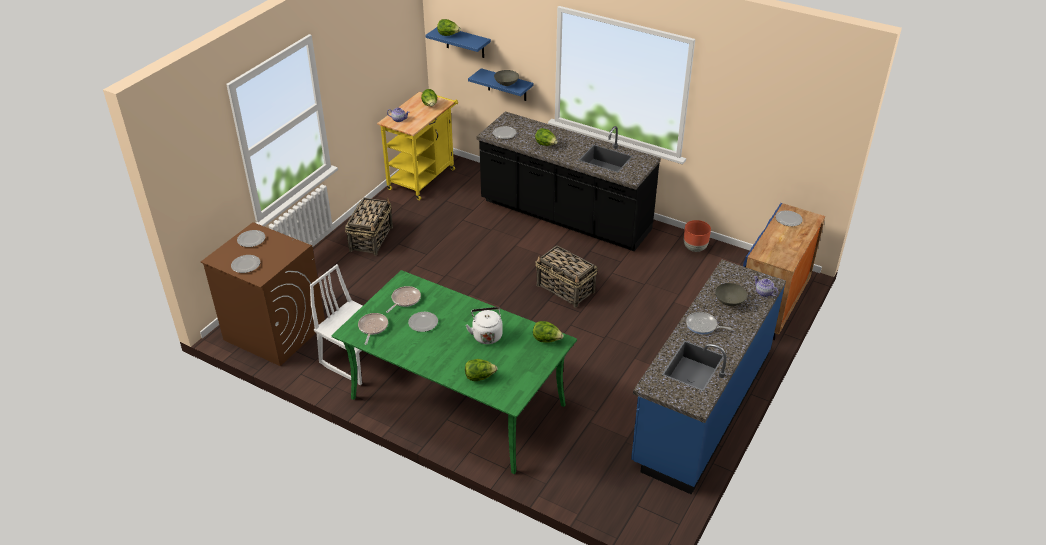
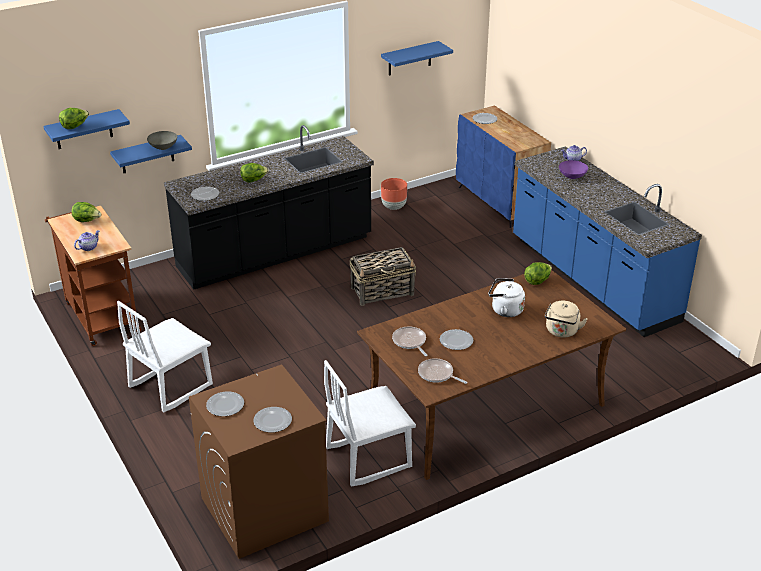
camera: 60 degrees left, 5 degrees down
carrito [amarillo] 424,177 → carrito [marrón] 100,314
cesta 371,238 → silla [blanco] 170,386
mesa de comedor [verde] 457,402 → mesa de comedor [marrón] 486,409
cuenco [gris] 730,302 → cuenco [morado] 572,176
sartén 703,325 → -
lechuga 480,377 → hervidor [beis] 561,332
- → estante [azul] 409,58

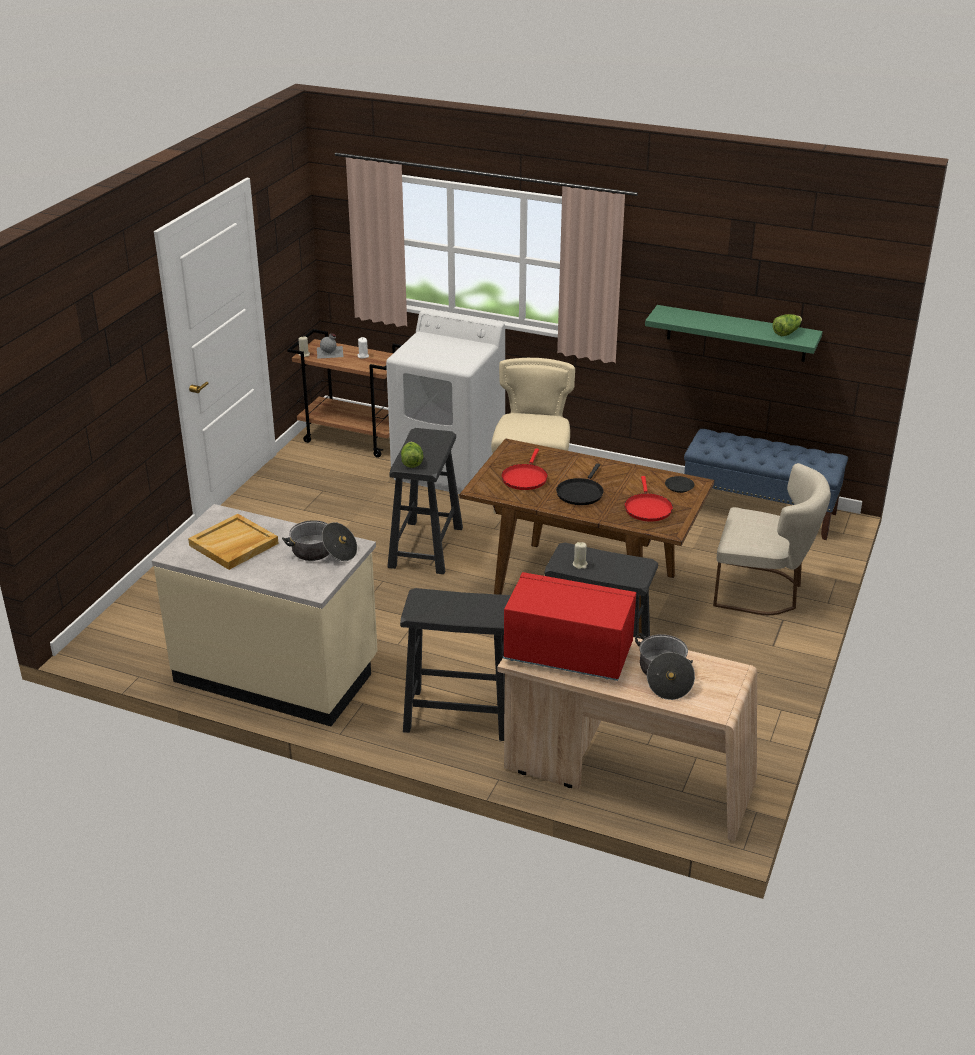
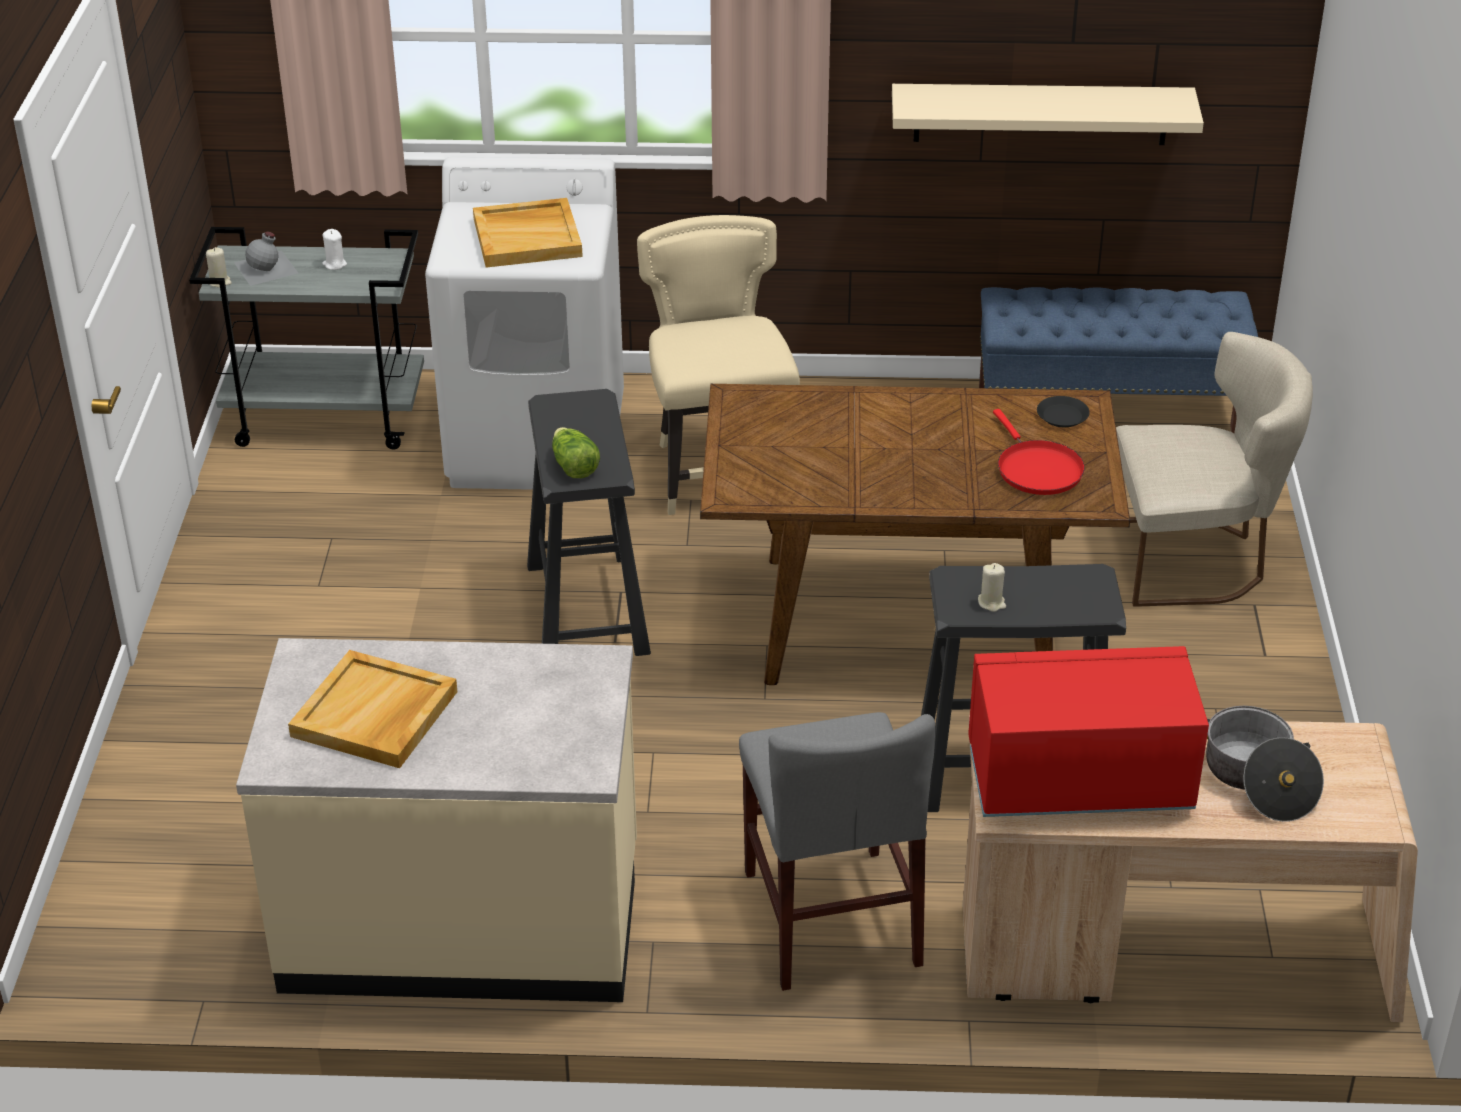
camera: 20 degrees left, 5 degrees up
estante [verde] 736,333 → estante [beis] 1040,114
lechuga 786,332 → -
carrito [marrón] 354,438 → carrito [gris] 328,419
sartén [rojo] 525,478 → -
sartén [negro] 580,493 → -
olla 322,552 → -
taburete [negro] 458,714 → silla [gris] 831,917
- → bandeja [beis] 528,237

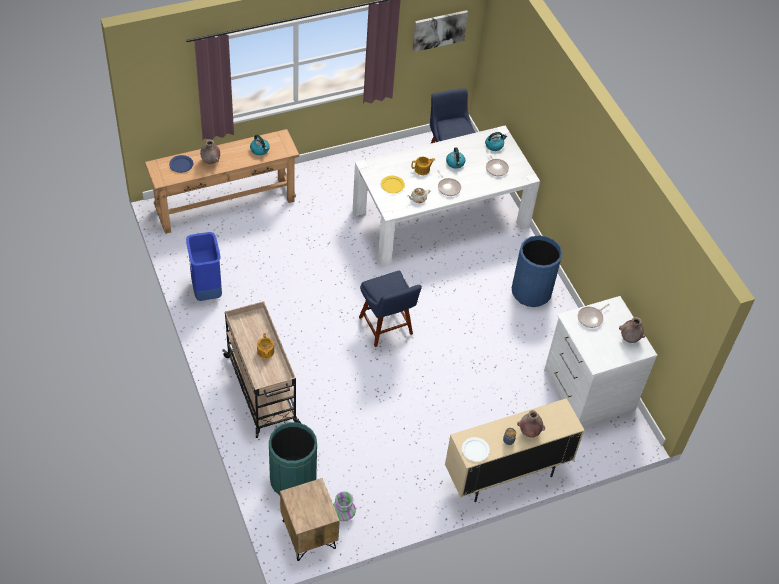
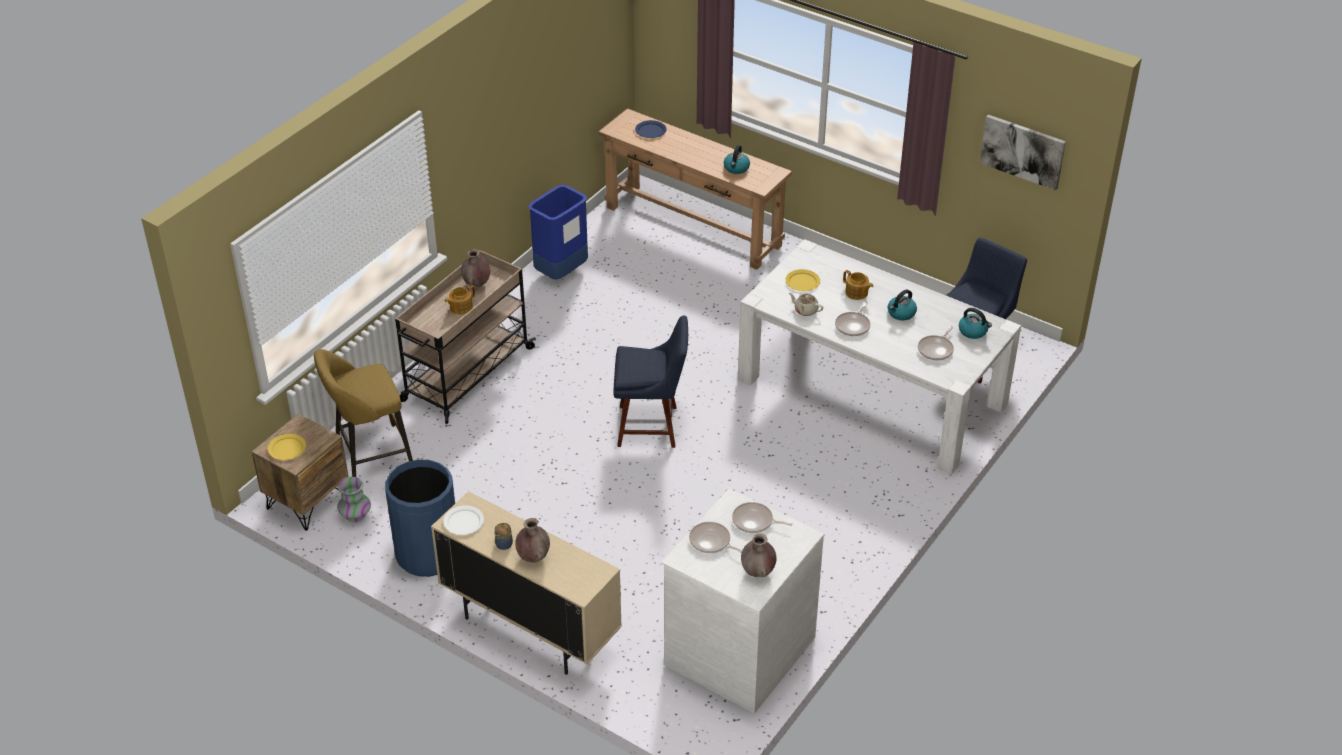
camera: 60 degrees right, 10 degrees down
florero [marrón] 211,161 → florero [marrón] 476,284, move
papelera [azul] 531,292 → papelera [azul] 428,554, move
silla [azul] 387,328 → silla [azul] 651,426, 120 degrees counterclockwise
papelera [verde] 292,480 → taburete [amarillo] 369,454
- → plato [amarillo] 287,448
- → sartén 711,542

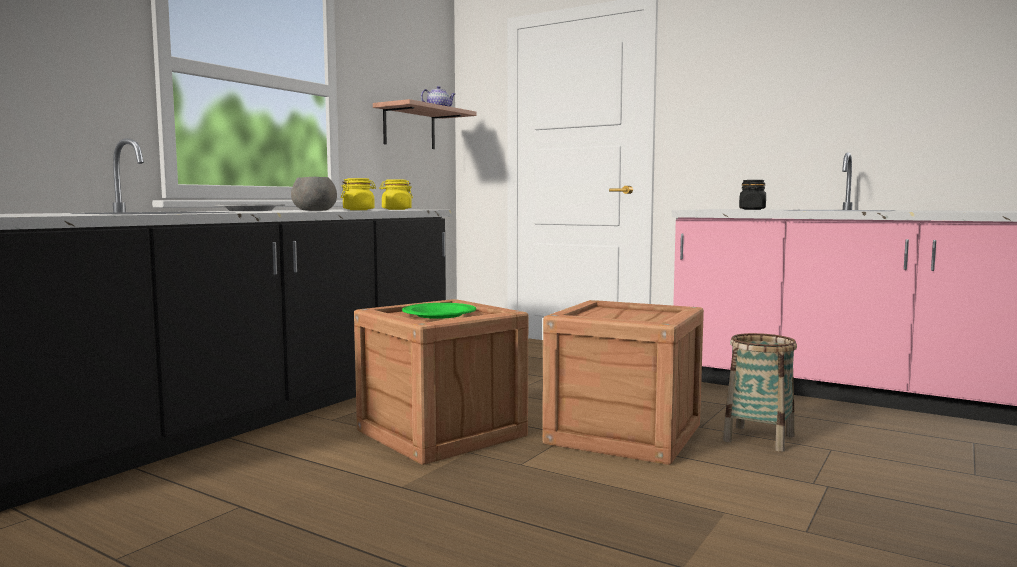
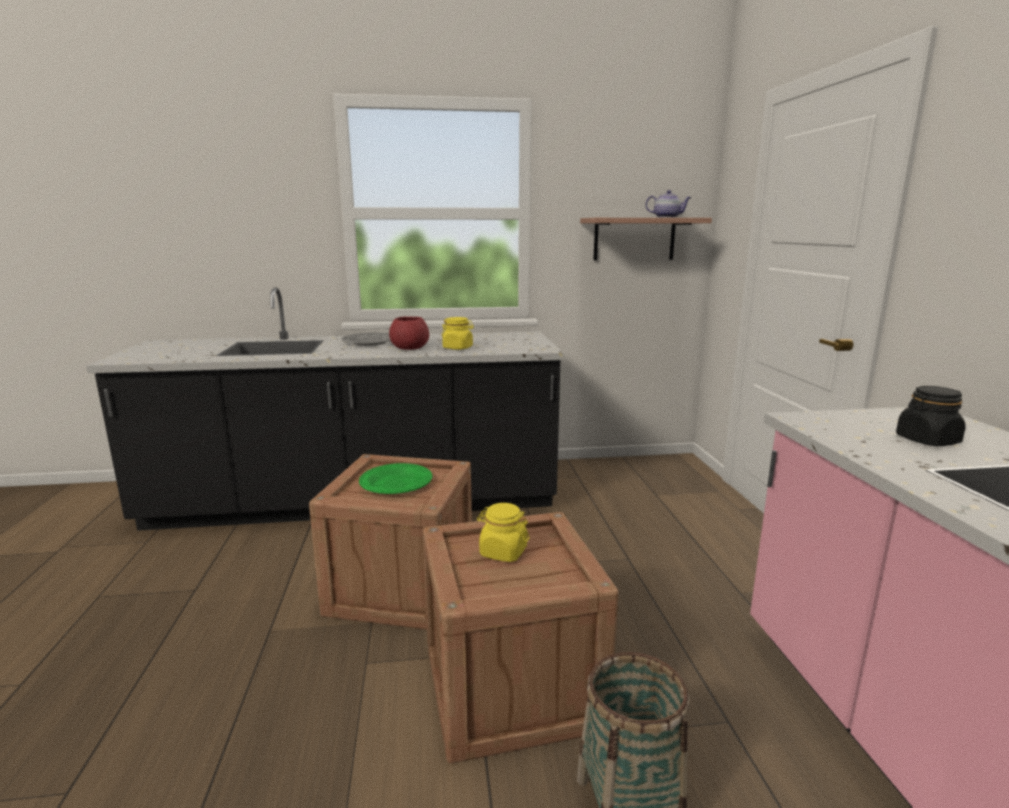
camera: 50 degrees right, 10 degrees up
cuenco [gris] 315,210 → cuenco [rojo] 409,348
tarro [amarillo] 396,209 → tarro [amarillo] 503,552, move

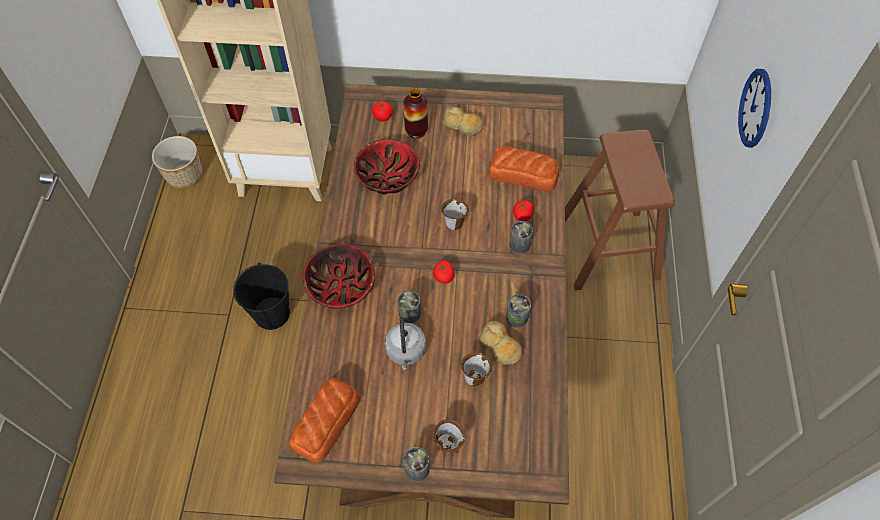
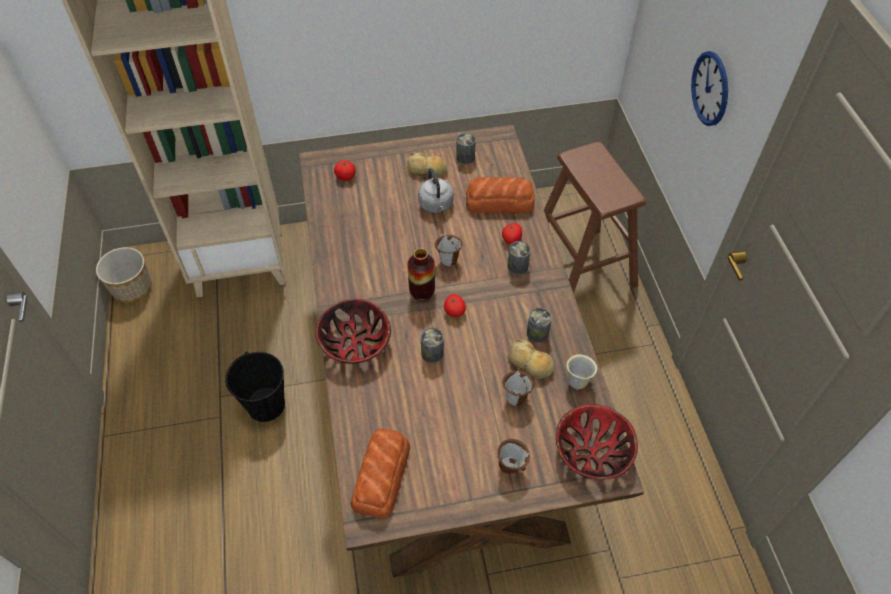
camera: 15 degrees left, 5 degrees down
florero 416,131 → florero 422,292, move
cuenco 387,176 → cuenco 592,451, move
hervidor [gris] 406,352 → hervidor [gris] 436,205, move
lata 417,469 → lata 465,157, move
- → taza grande [beis] 578,381

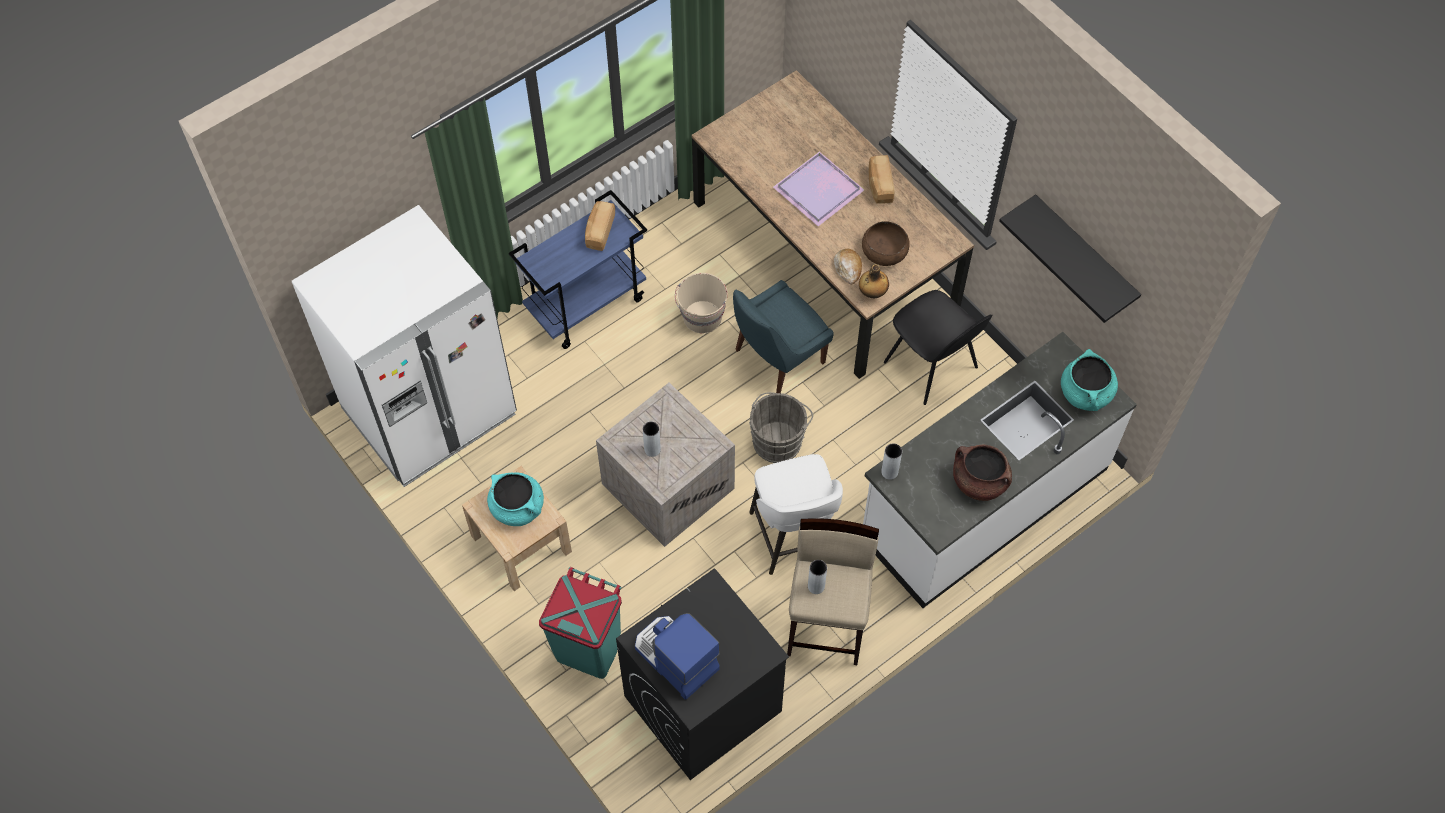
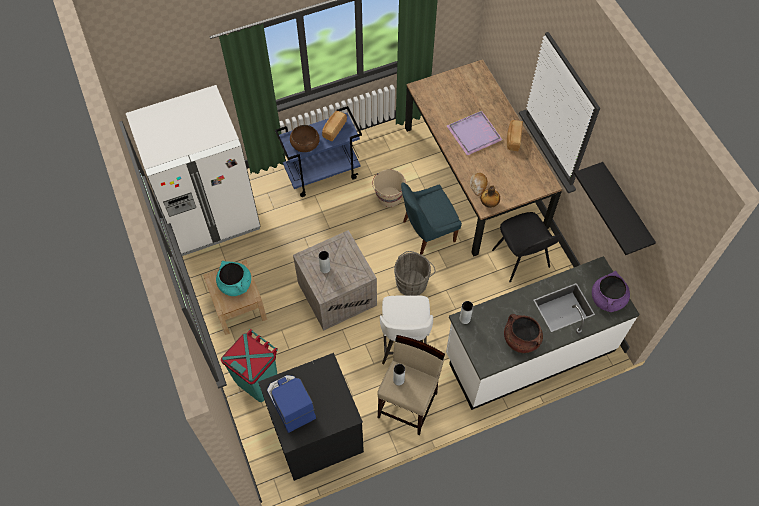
camera: 15 degrees right, 0 degrees up
cuenco [marrón] 884,251 → cuenco [marrón] 305,143, move
olla [turquesa] 1085,393 → olla [morado] 607,299

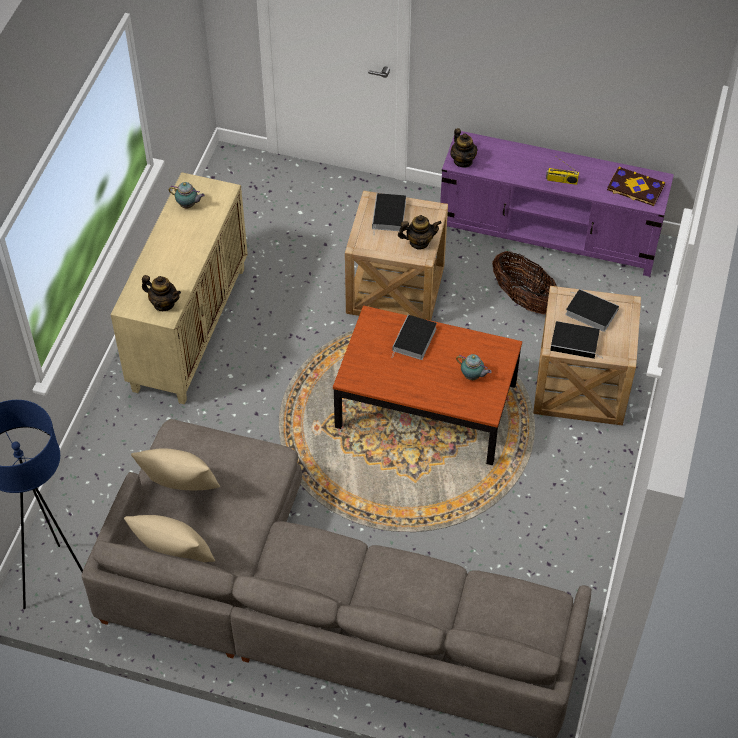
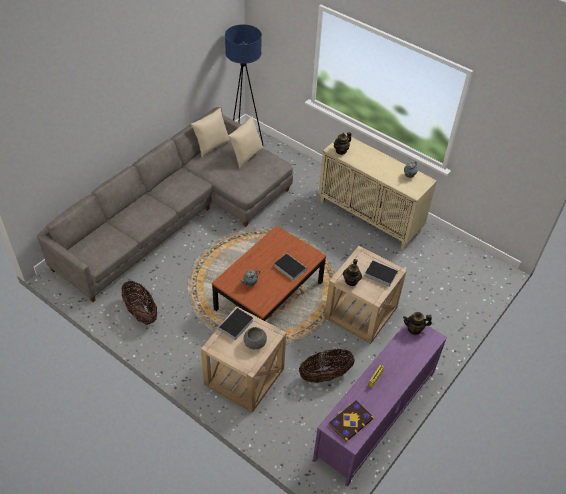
camera: 110 degrees right, 5 degrees down
libro 589,312 → cuenco [gris] 254,343
- → cesta 141,312

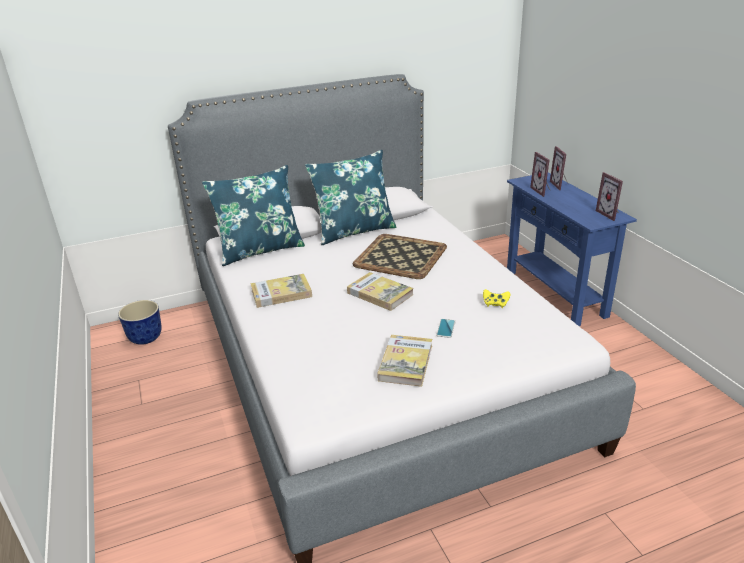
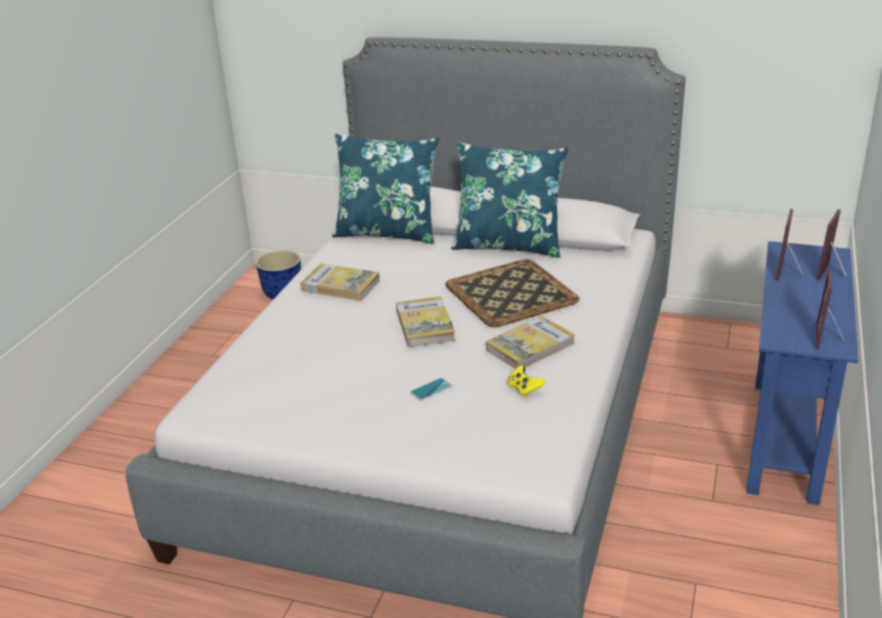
camera: 40 degrees right, 0 degrees up
libro 405,363 → libro 530,346, move

